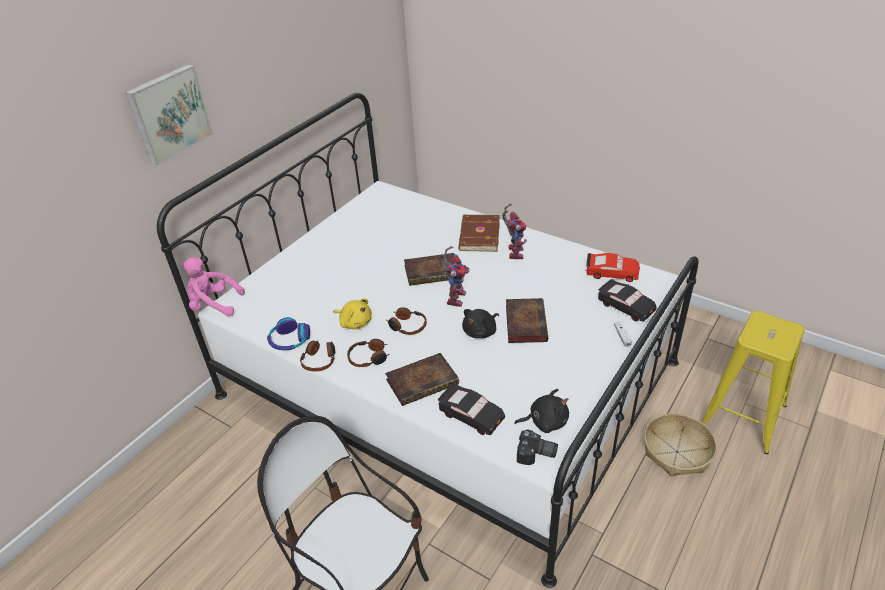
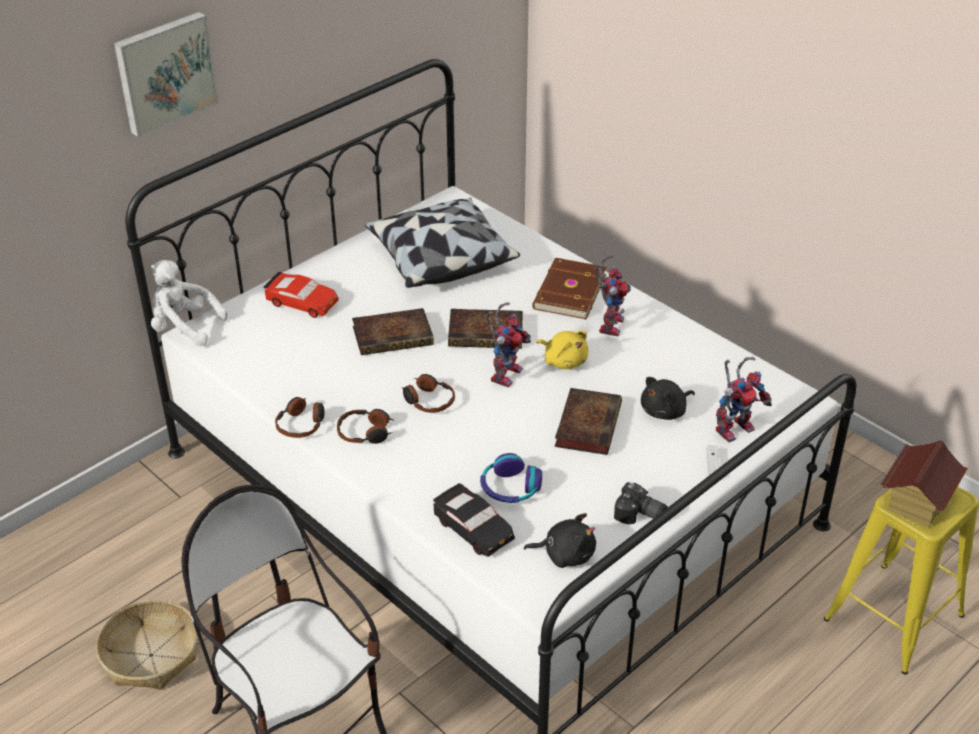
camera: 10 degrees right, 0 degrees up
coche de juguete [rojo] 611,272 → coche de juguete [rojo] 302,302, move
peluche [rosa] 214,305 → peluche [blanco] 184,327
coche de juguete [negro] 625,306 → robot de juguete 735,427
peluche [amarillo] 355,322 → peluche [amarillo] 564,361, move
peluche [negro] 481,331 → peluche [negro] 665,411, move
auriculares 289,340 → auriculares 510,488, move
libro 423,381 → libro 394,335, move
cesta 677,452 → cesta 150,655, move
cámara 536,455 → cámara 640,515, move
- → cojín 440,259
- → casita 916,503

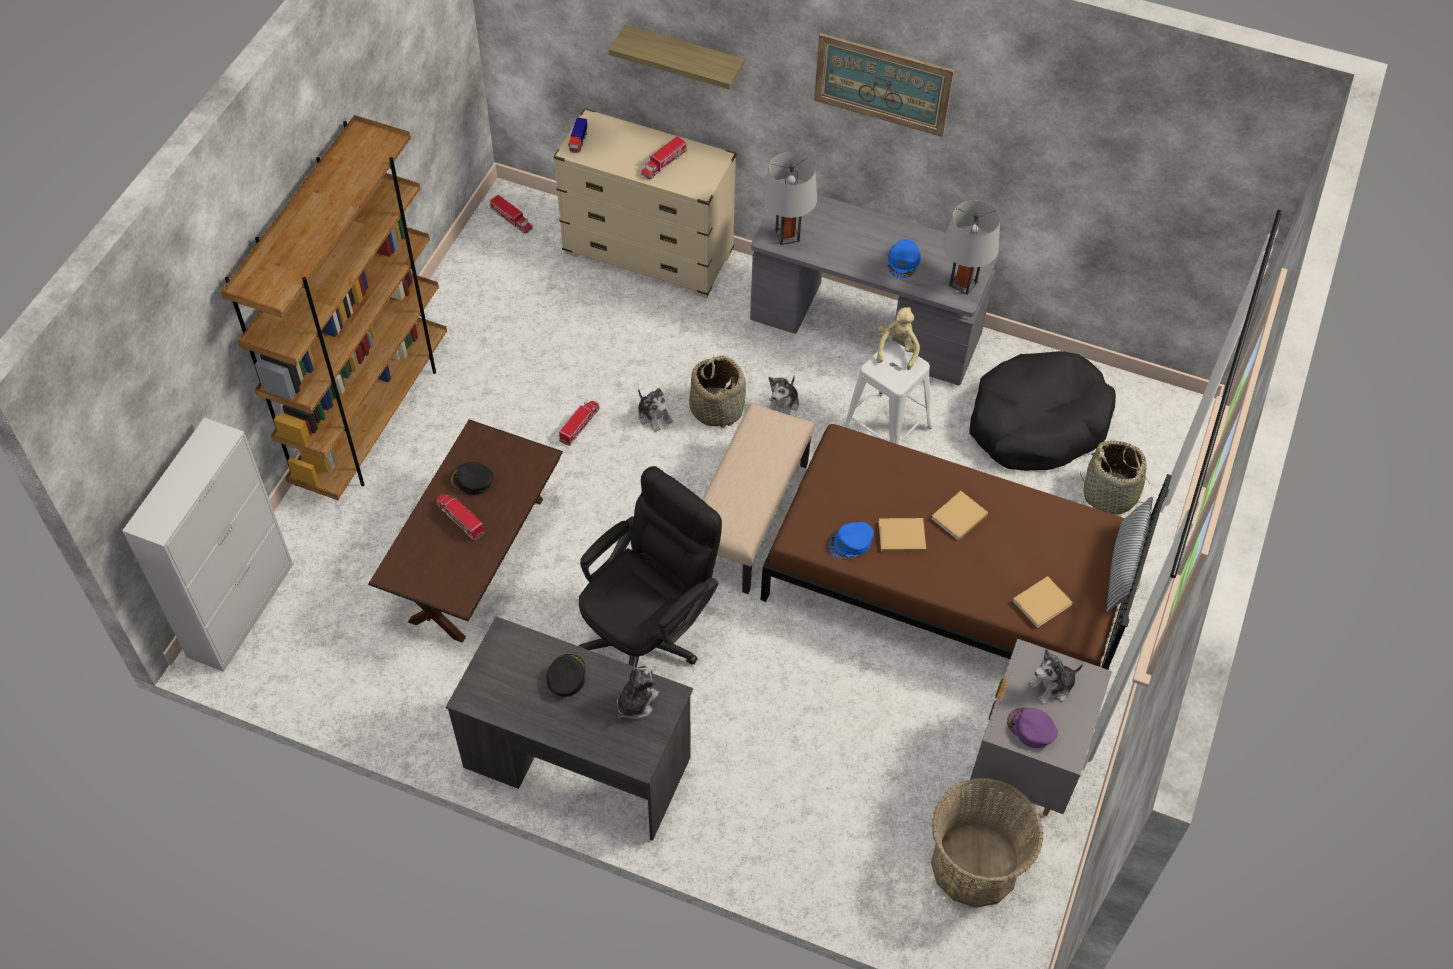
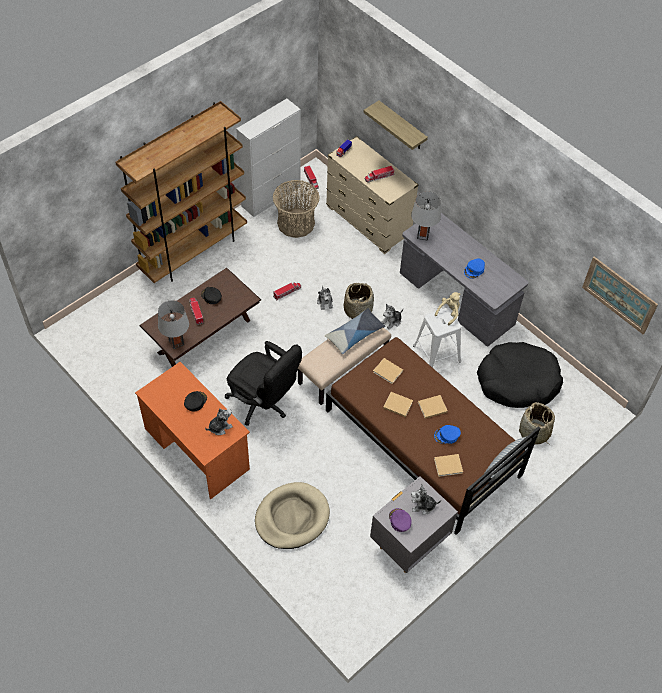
camera: 25 degrees right, 0 degrees up
cuadro 882,84 → cuadro 619,295, move
lámpara de mesa [gris] 963,284 → lámpara de mesa [gris] 176,342, move
armario [blanco] 241,609 → armario [blanco] 271,196, move
silla de oficina [negro] 648,632 → silla de oficina [negro] 263,403, 60 degrees clockwise
gorra [azul] 851,543 → gorra [azul] 447,436, move
escritorio [gris] 577,762 → escritorio [naranja] 197,448
cesta 974,865 → cesta 296,223, move
- → cojín 355,334
- → libro [beis] 388,372
- → cama para perro [beis] 292,517

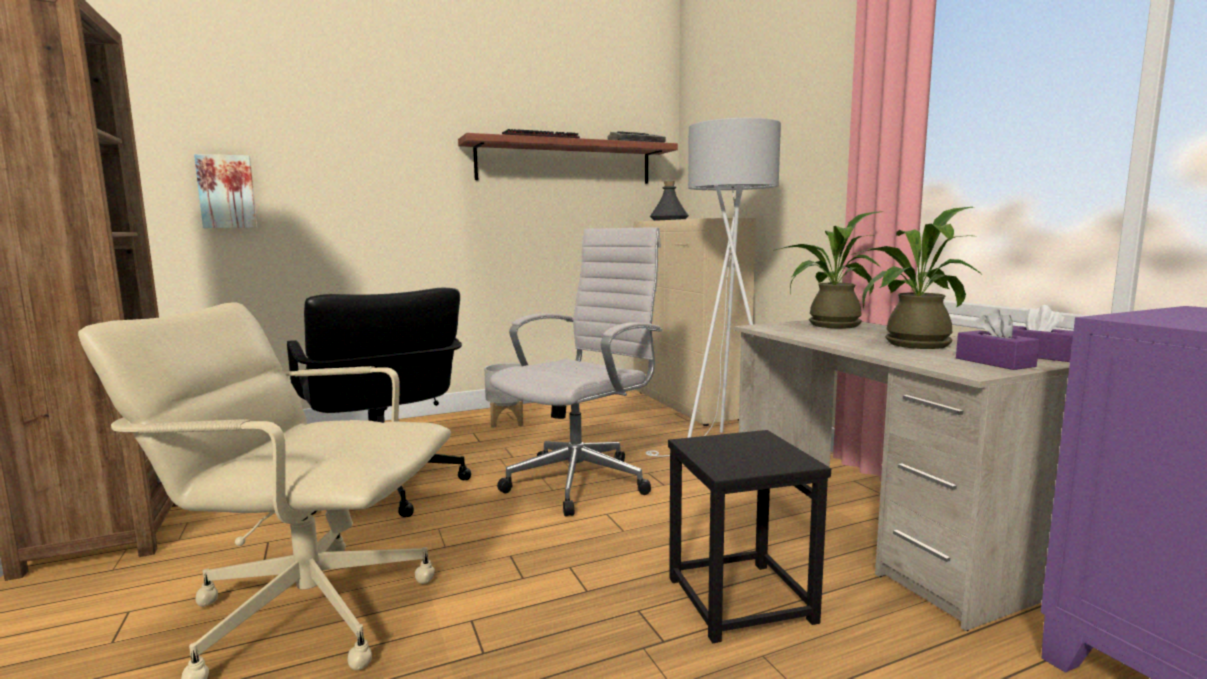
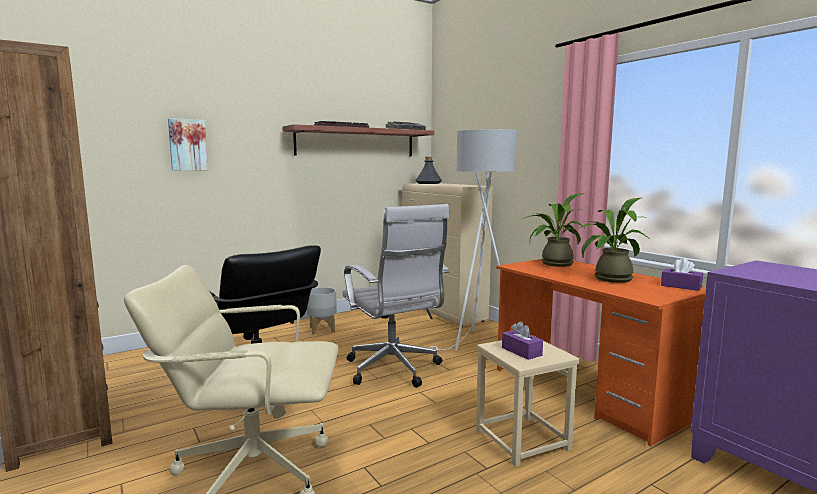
camera: 10 degrees left, 0 degrees up
cuadro 227,192 → cuadro 188,145, move
silla de oficina [blanco] 582,481 → silla de oficina [blanco] 394,370, 120 degrees clockwise
caja de pañuelos [morado] 994,362 → caja de pañuelos [morado] 521,351, move
escritorio [beis] 878,532 → escritorio [naranja] 589,392
taburete [negro] 738,599 → taburete [beis] 521,440

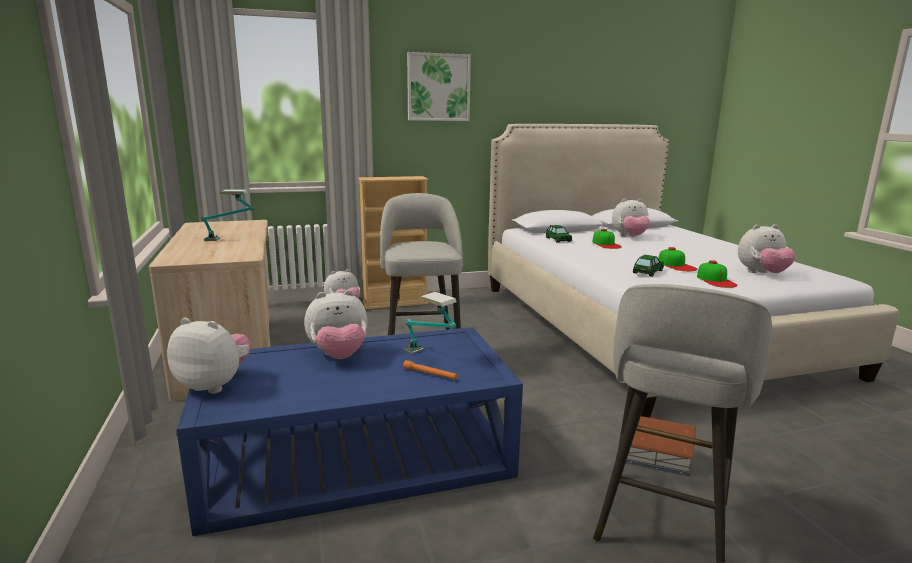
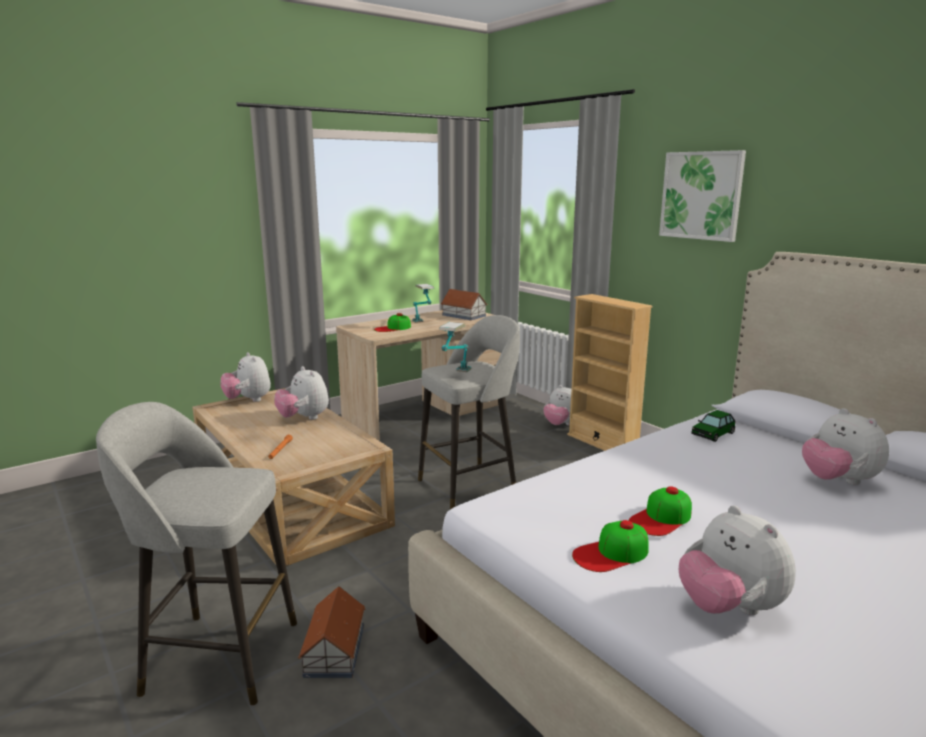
camera: 70 degrees right, 0 degrees up
gorra 606,244 → gorra 392,328, move
coche de juguete 648,271 → -
lámpara de mesa 430,356 → lámpara de mesa 456,375, move
peluche 215,385 → peluche 248,400, 150 degrees clockwise
mesa de centro [azul] 357,457 → mesa de centro [beis] 291,497
- → casita 463,315

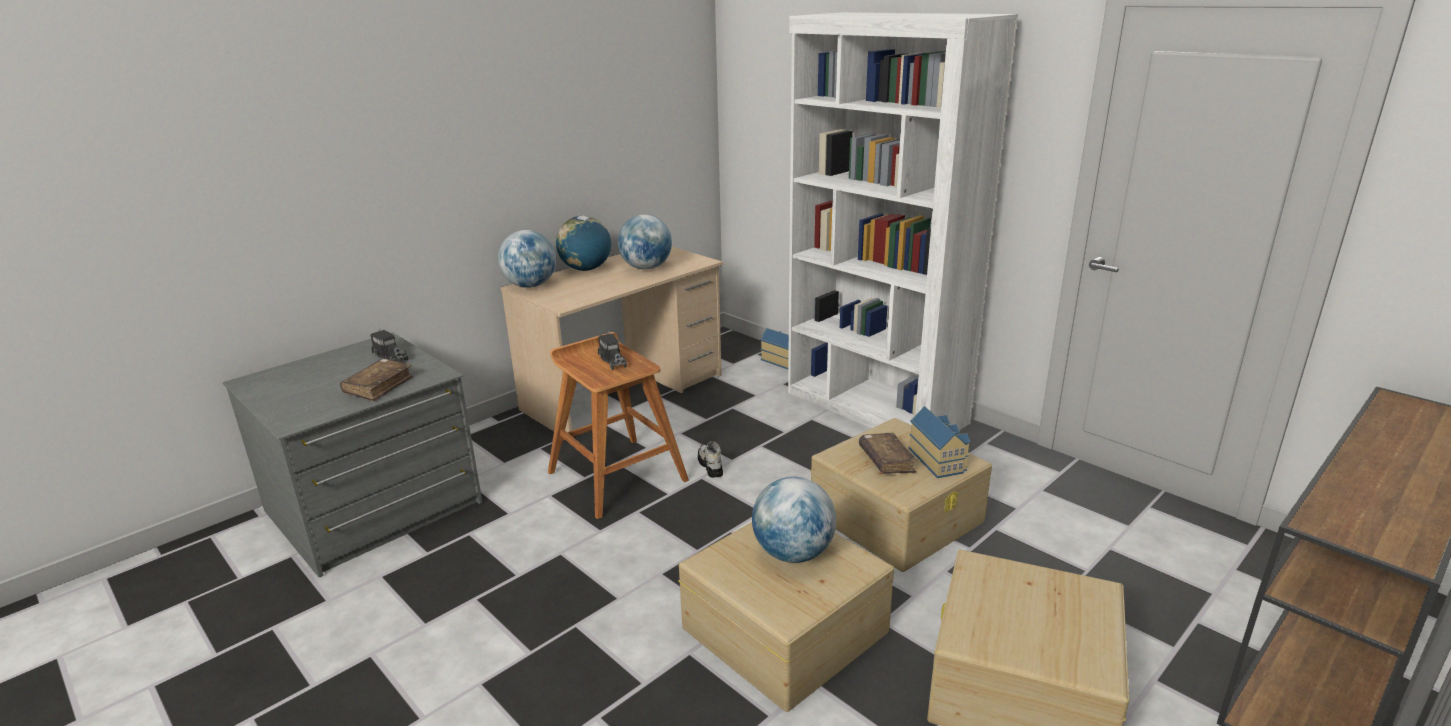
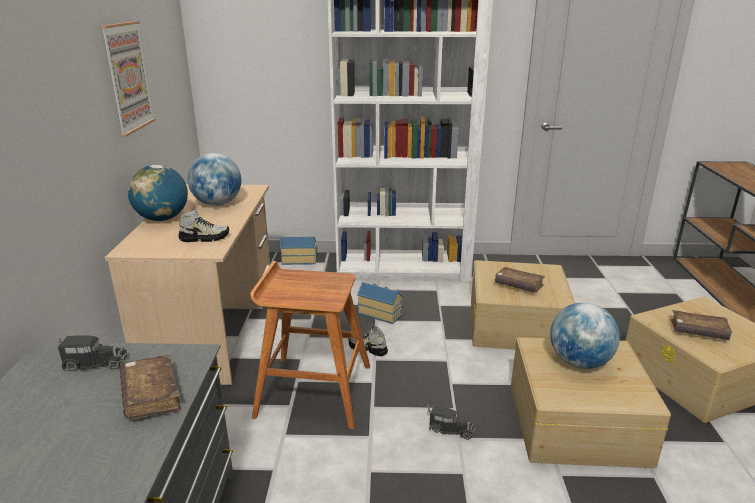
camera: 45 degrees left, 0 degrees up
globo terráqueo 530,286 → -
camión de juguete 612,360 → camión de juguete 449,429, move
casita 938,459 → casita 380,313, move
- → cuadro 127,77
- → zapato 204,238
- → libro [marrón] 698,332

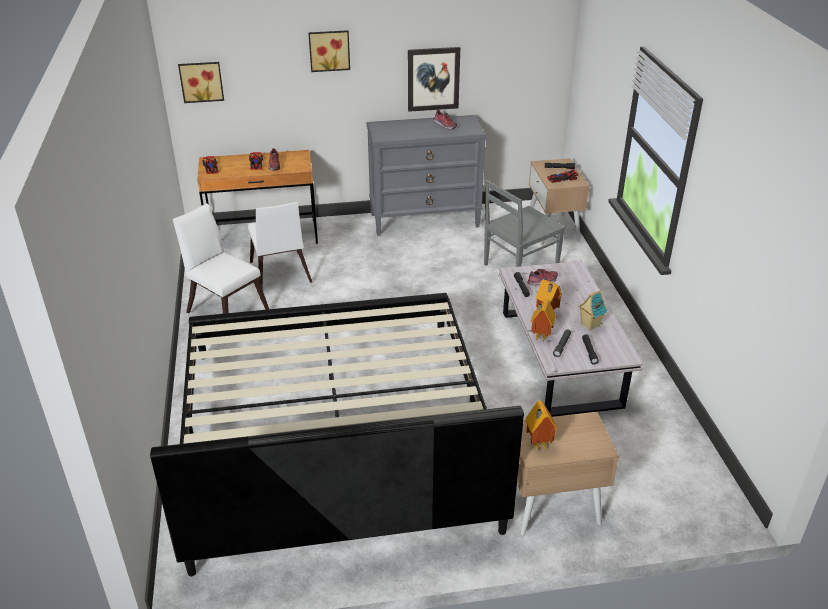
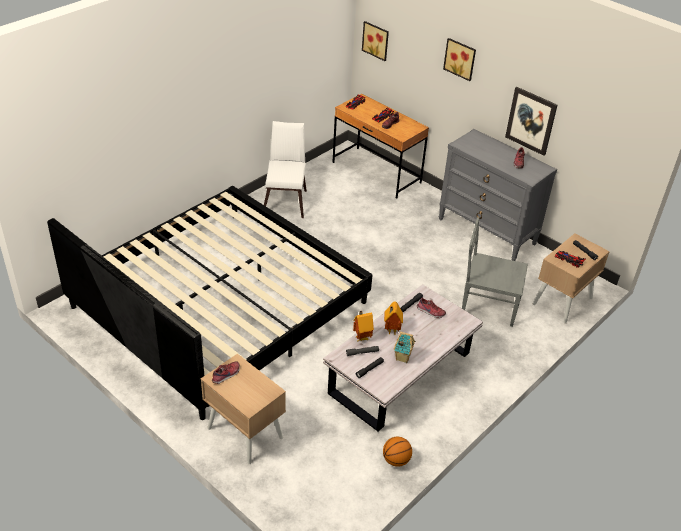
camera: 50 degrees right, 5 degrees up
silla [blanco] 280,275 → -
casita 537,444 → zapato 226,375
- → balón de baloncesto 396,460

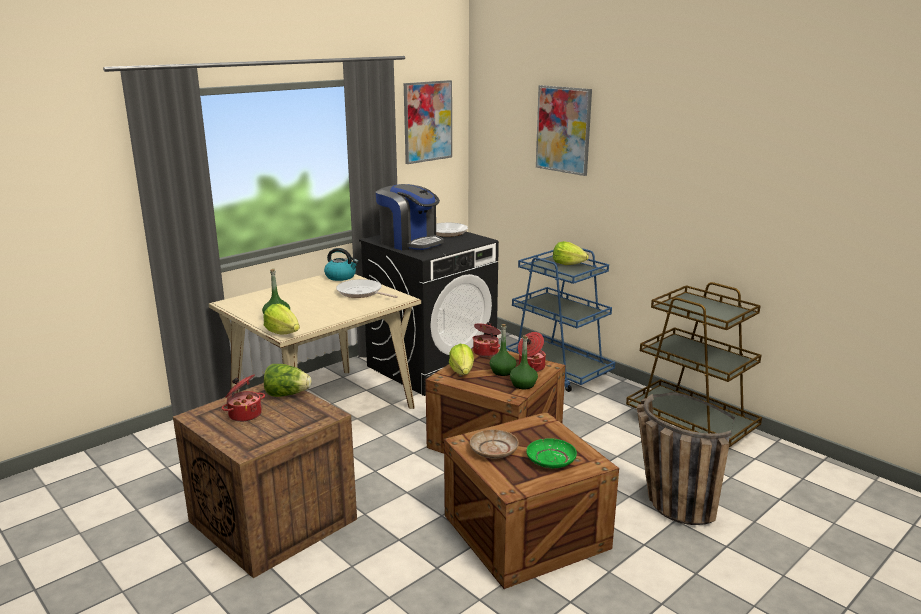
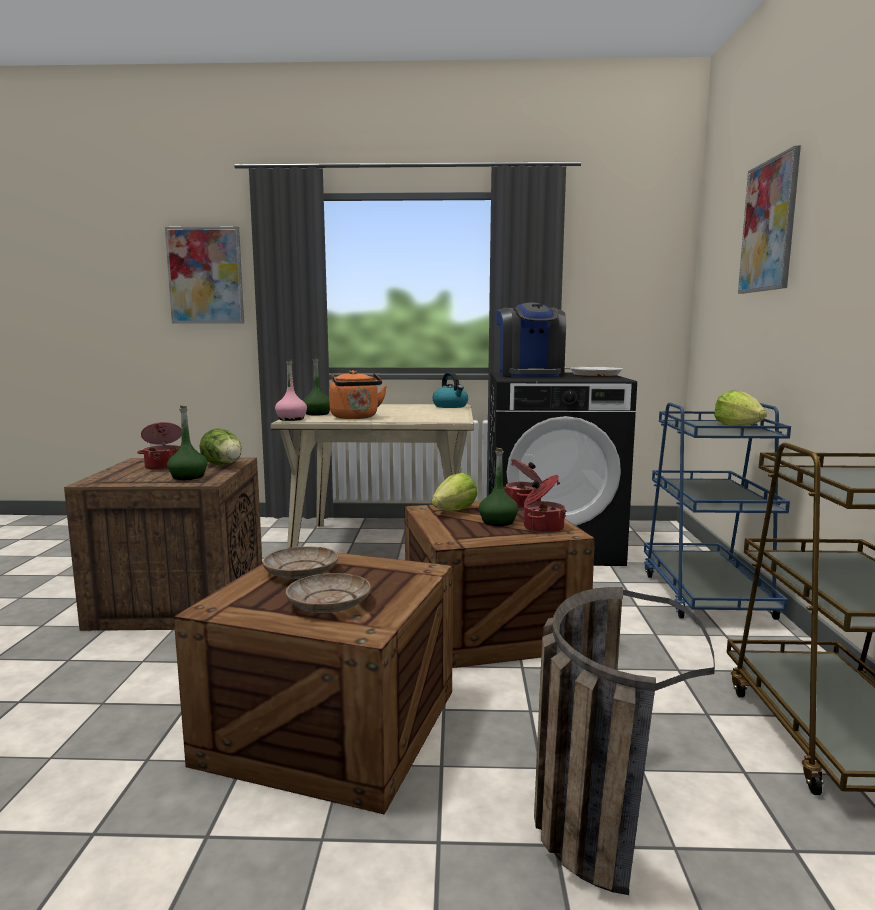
camera: 45 degrees right, 10 degrees down
cuadro 427,121 → cuadro 205,276, move
sartén 361,293 → -
lechuga 283,332 → botella [rosa] 291,419
botella [verde] 523,384 → botella [verde] 188,477, move
plato [verde] 550,460 → plato [beis] 328,603
- → hervidor [naranja] 355,417

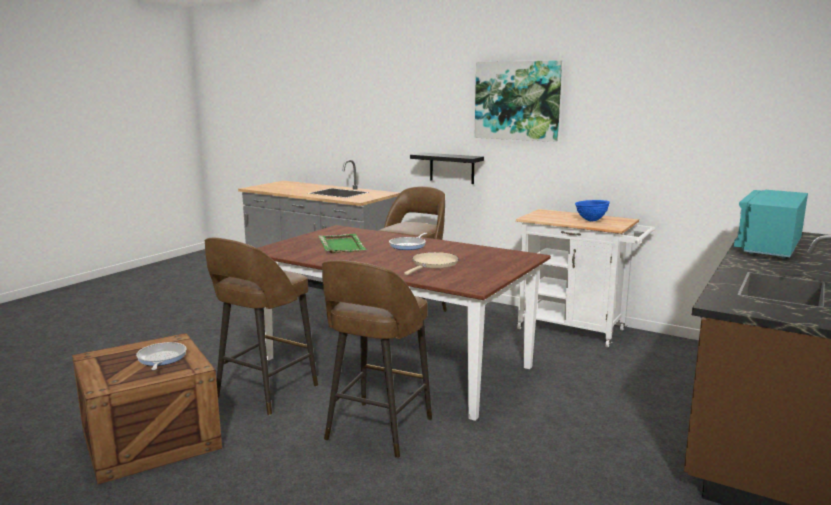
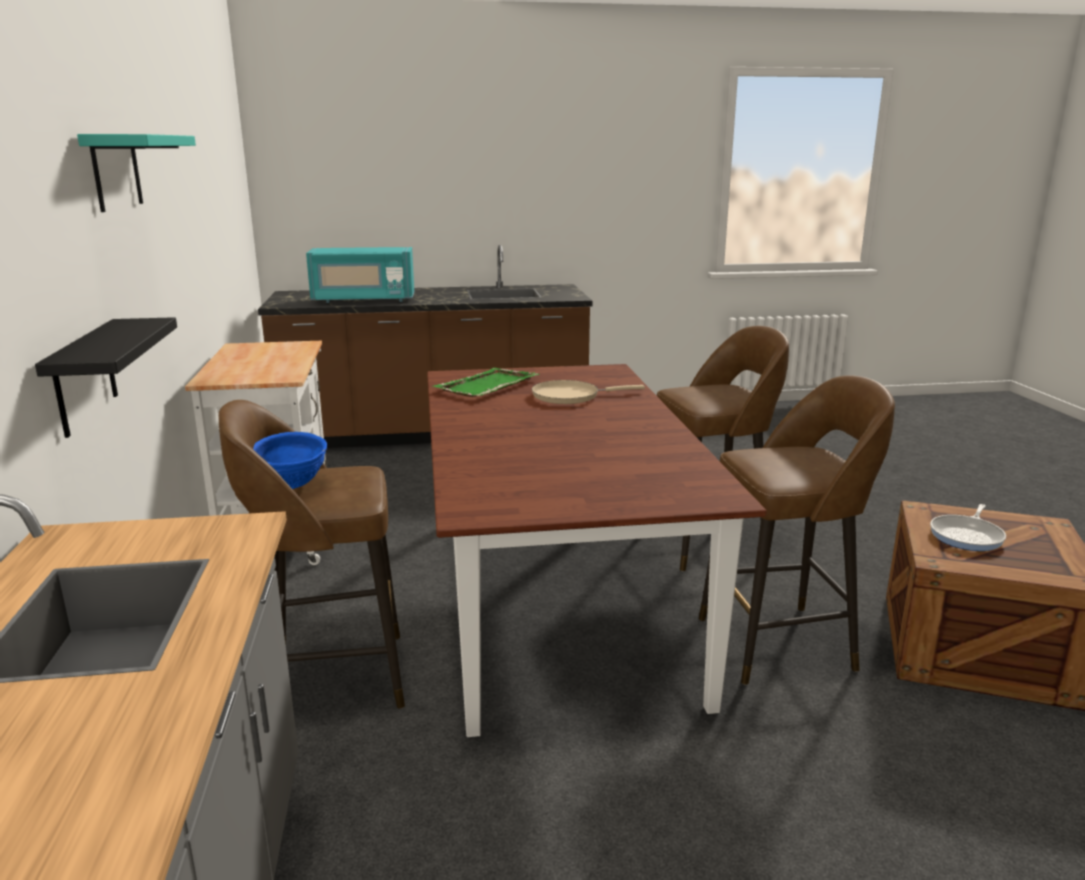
camera: 130 degrees left, 5 degrees up
cuadro 517,100 → estante [turquesa] 116,171
cuenco [azul] 591,221 → cuenco [azul] 292,486, move
sartén 409,245 → -
bandeja [verde] 341,245 → bandeja [verde] 486,386, move

